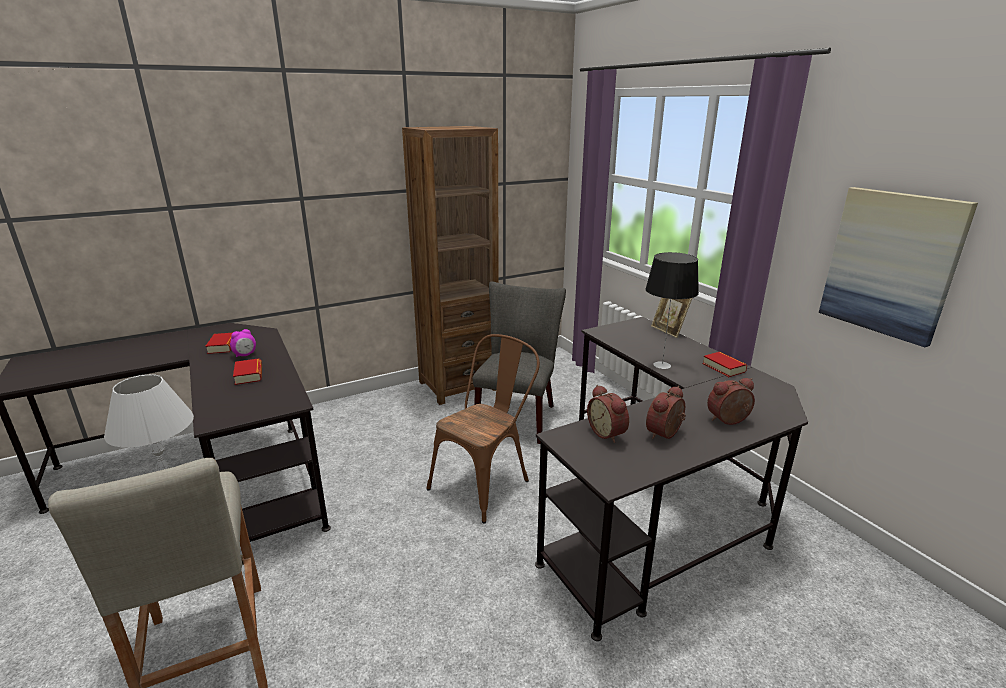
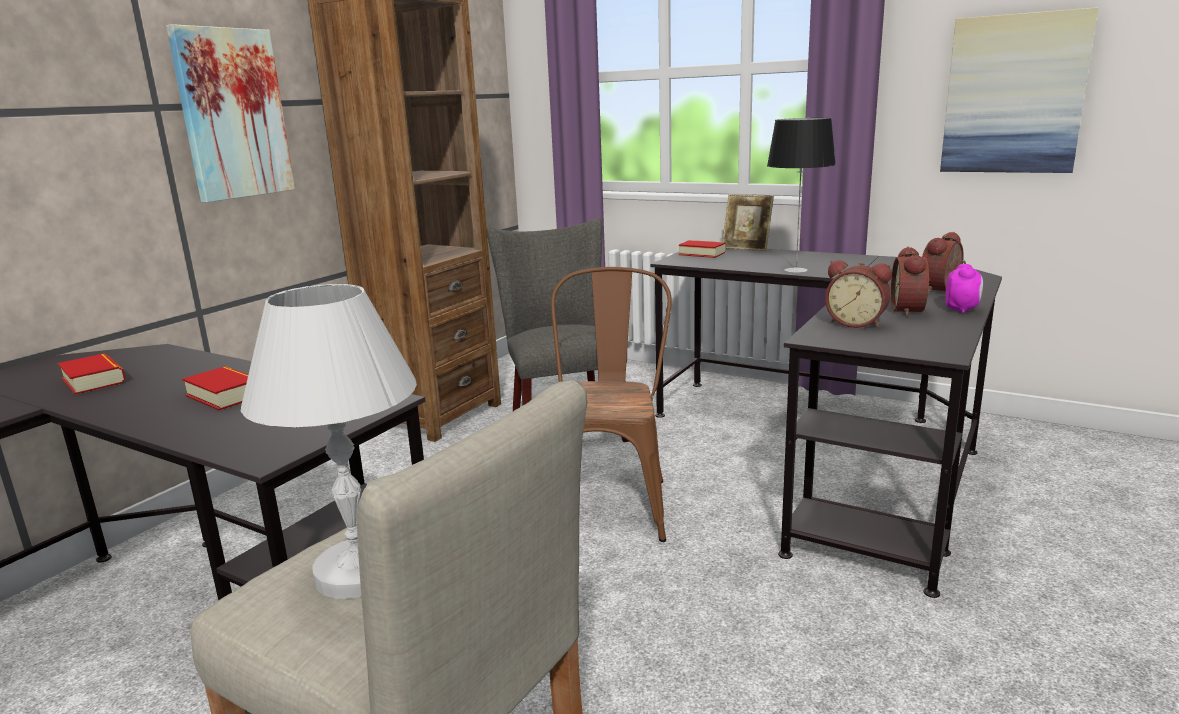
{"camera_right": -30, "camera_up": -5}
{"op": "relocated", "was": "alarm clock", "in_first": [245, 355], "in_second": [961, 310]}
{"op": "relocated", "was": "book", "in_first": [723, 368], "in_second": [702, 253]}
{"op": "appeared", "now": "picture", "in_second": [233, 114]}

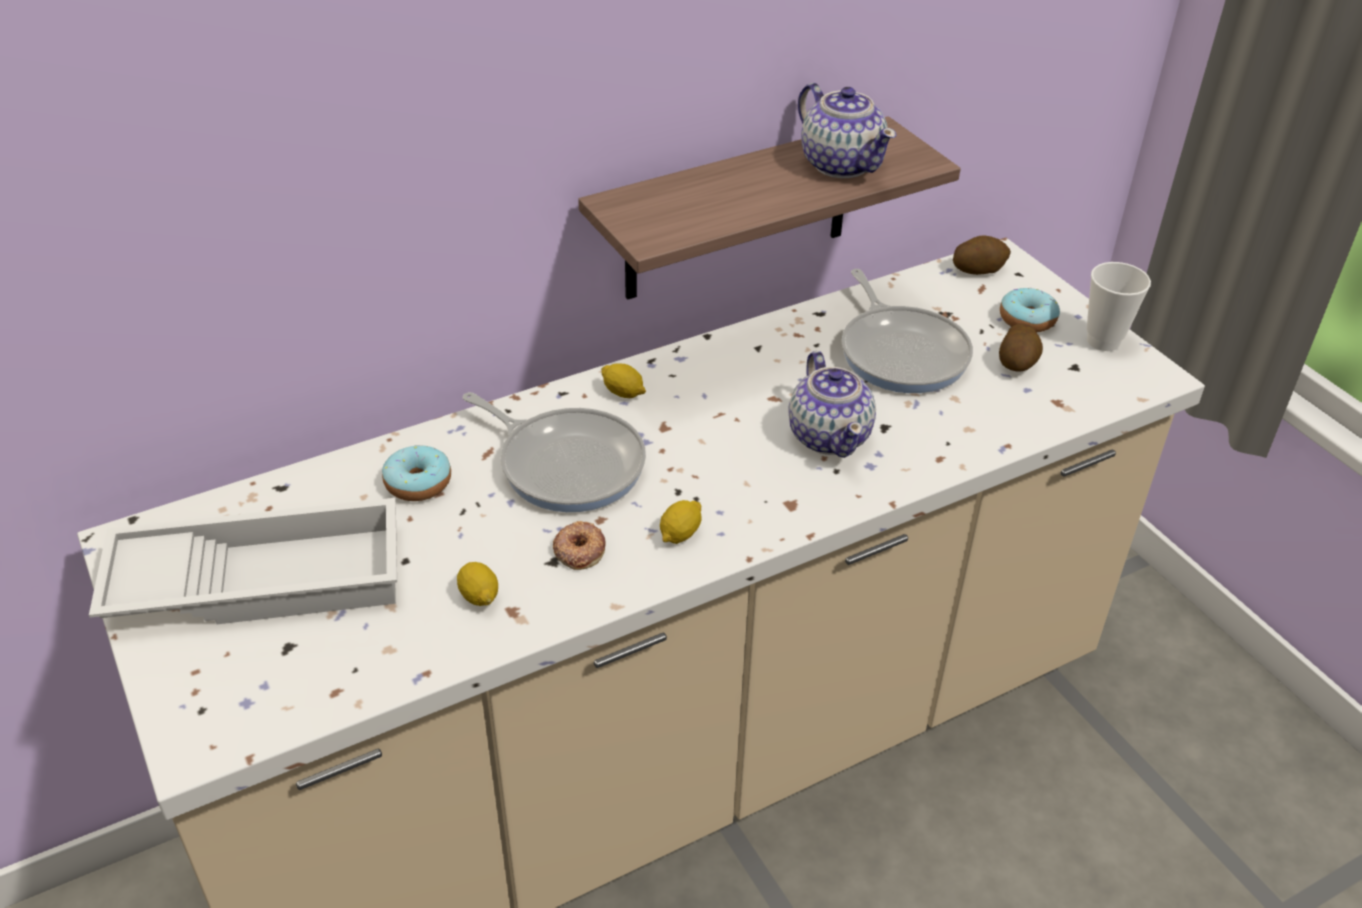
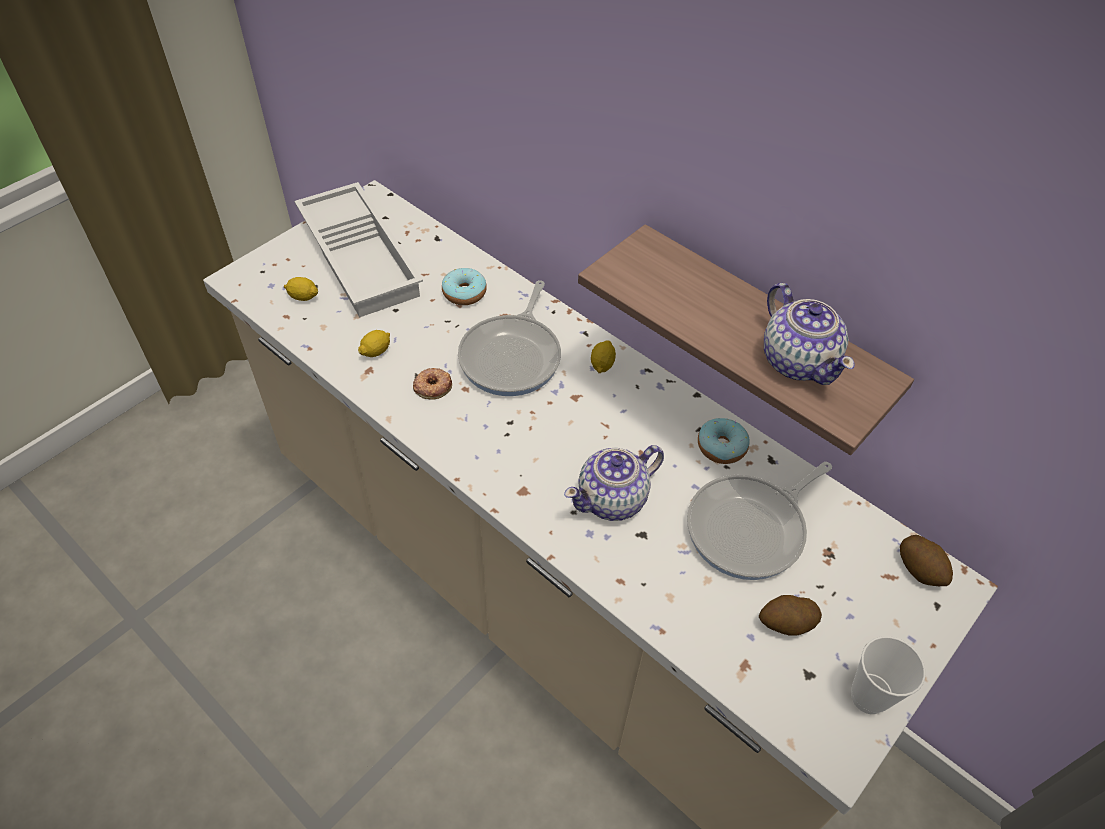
{"camera_right": 70, "camera_up": 10}
{"op": "spun", "was": "teapot", "in_first": [841, 164], "in_second": [798, 360], "clockwise": -60}
{"op": "relocated", "was": "donut", "in_first": [1027, 319], "in_second": [721, 447]}
{"op": "relocated", "was": "lemon", "in_first": [680, 534], "in_second": [303, 297]}

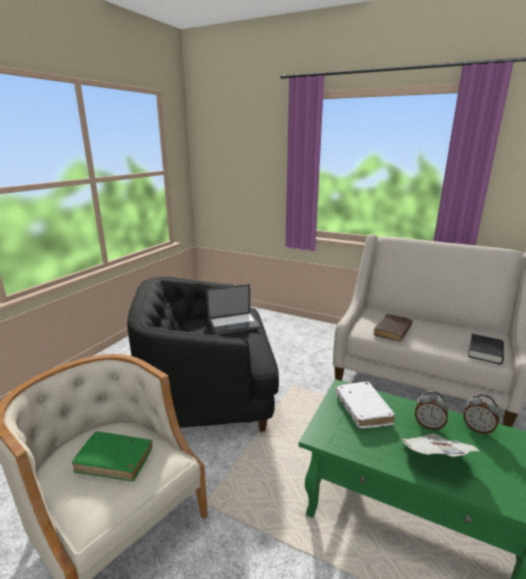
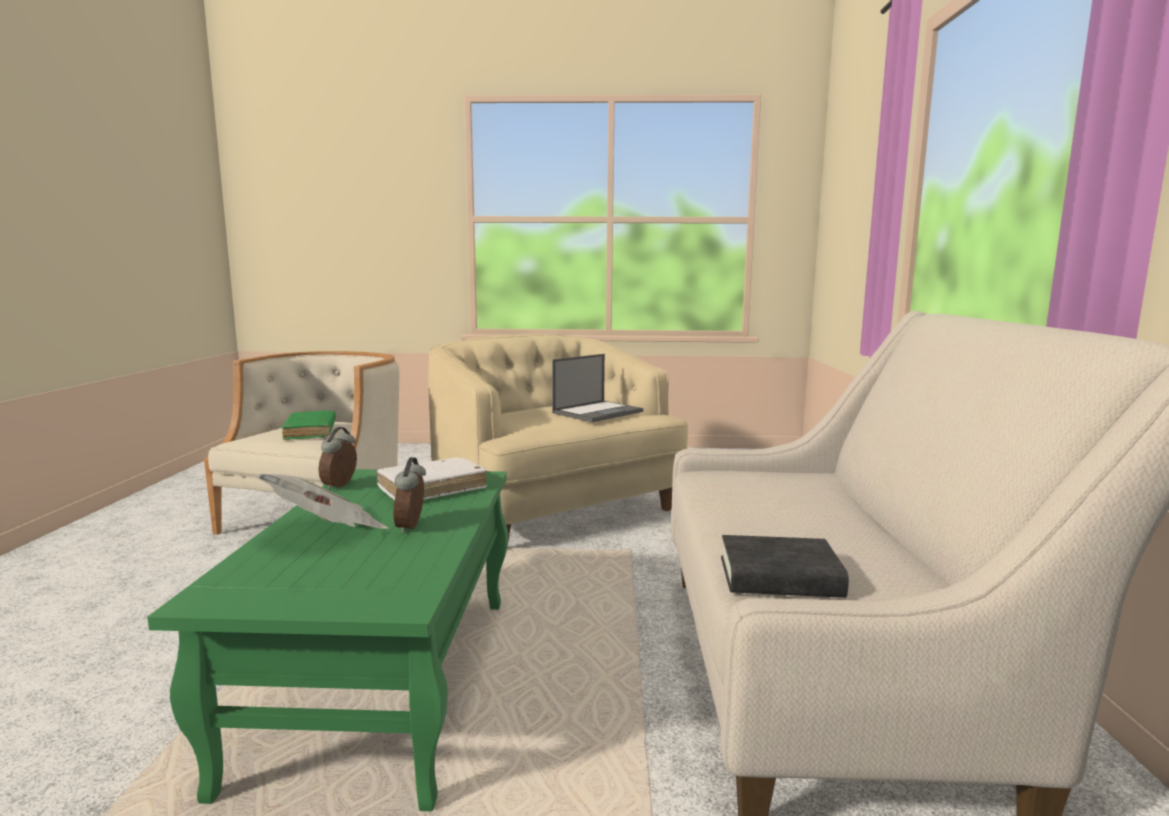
{"camera_right": 65, "camera_up": -10}
{"op": "colour", "was": "black armchair", "now": "beige armchair", "in_first": [209, 393], "in_second": [552, 507]}
{"op": "spun", "was": "laptop", "in_first": [234, 323], "in_second": [598, 412], "clockwise": -90}
{"op": "missing", "was": "brown book", "in_first": [392, 331]}
{"op": "relocated", "was": "alarm clock", "in_first": [478, 429], "in_second": [341, 486]}

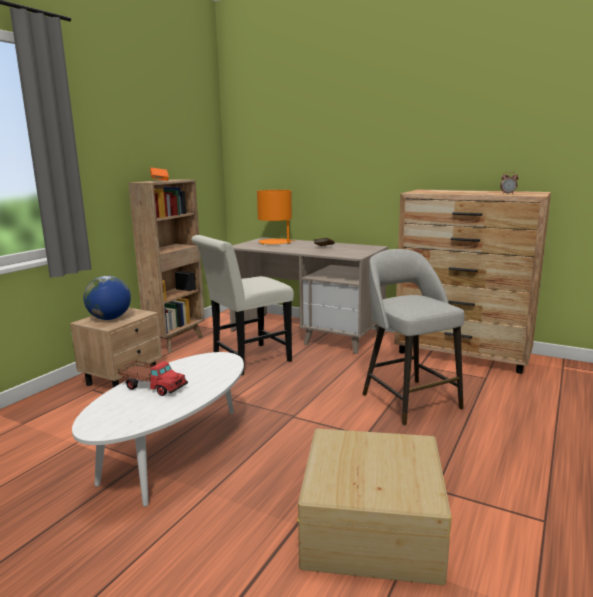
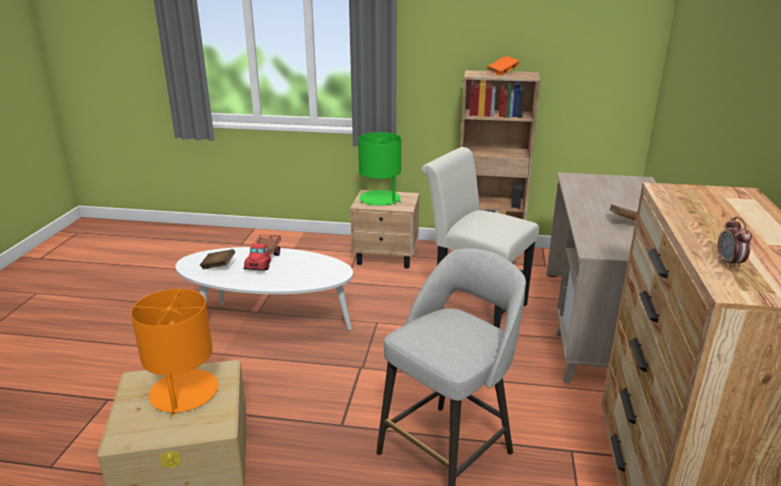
{"camera_right": 70, "camera_up": 10}
{"op": "relocated", "was": "orange table lamp", "in_first": [275, 242], "in_second": [184, 393]}
{"op": "exchanged", "was": "globe", "now": "green table lamp", "in_first": [110, 318], "in_second": [380, 199]}
{"op": "appeared", "now": "brown book", "in_second": [218, 266]}

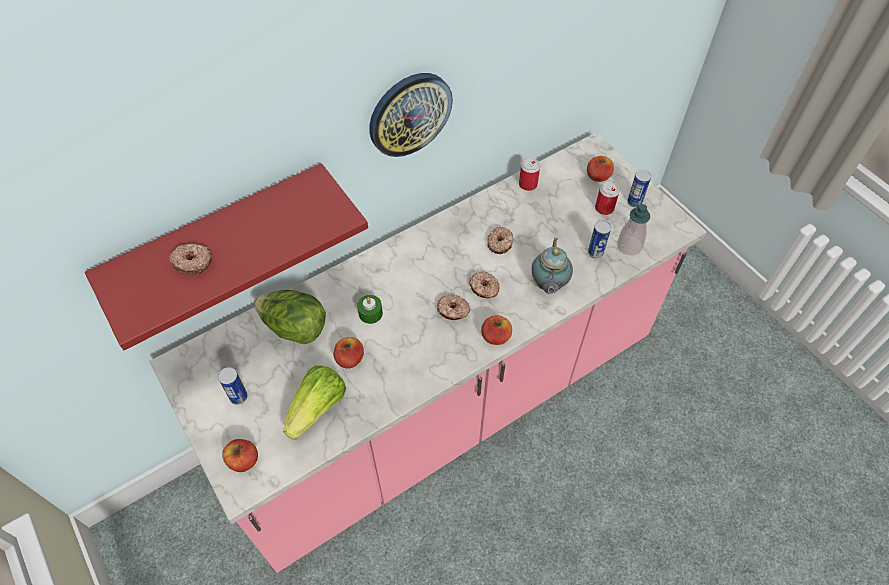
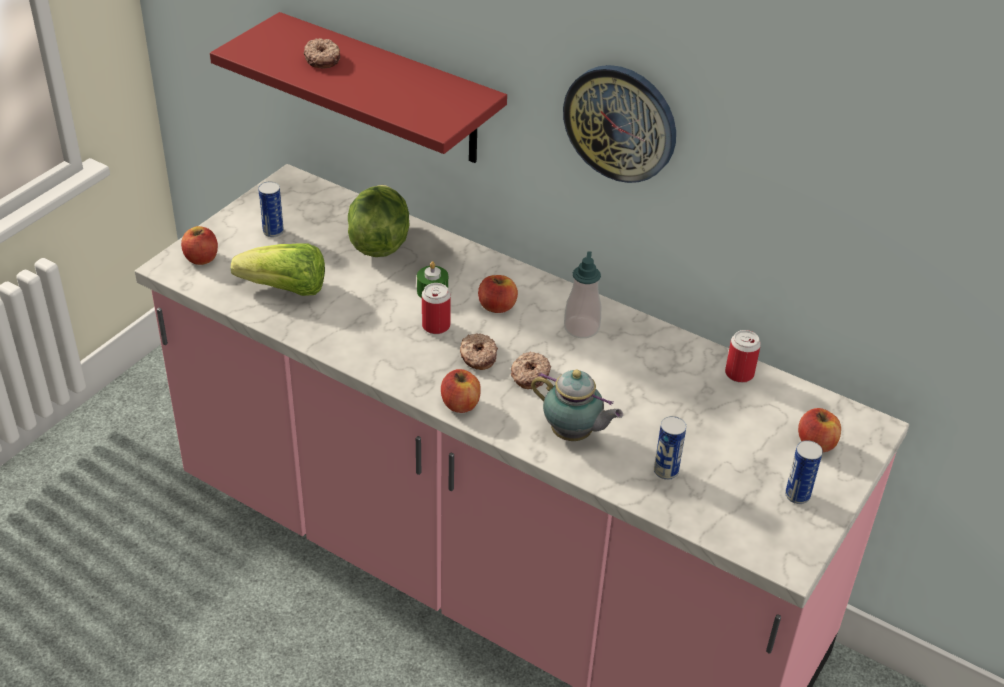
{"camera_right": 65, "camera_up": -15}
{"op": "relocated", "was": "can", "in_first": [604, 208], "in_second": [436, 326]}
{"op": "relocated", "was": "soap dispenser", "in_first": [629, 246], "in_second": [581, 328]}
{"op": "missing", "was": "donut", "in_first": [500, 243]}
{"op": "spun", "was": "teapot", "in_first": [548, 285], "in_second": [573, 435], "clockwise": -135}
{"op": "relocated", "was": "apple", "in_first": [349, 359], "in_second": [497, 306]}

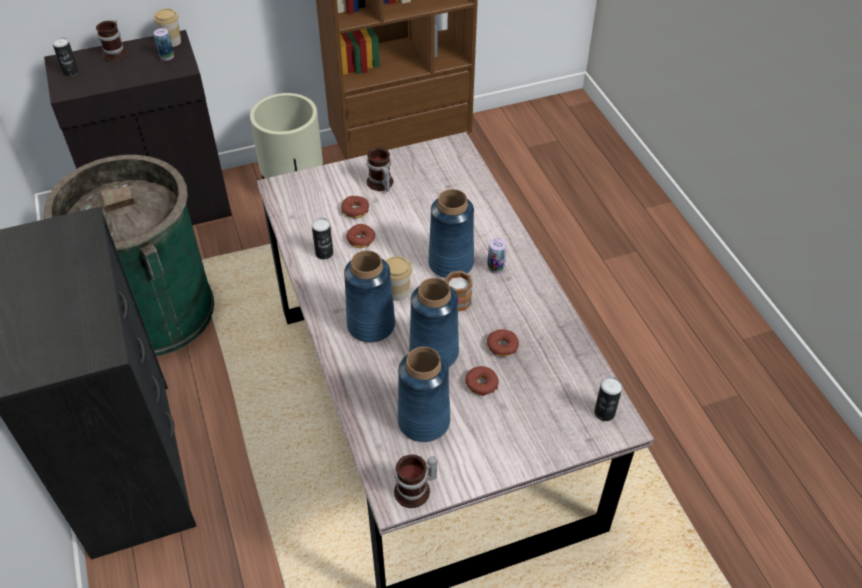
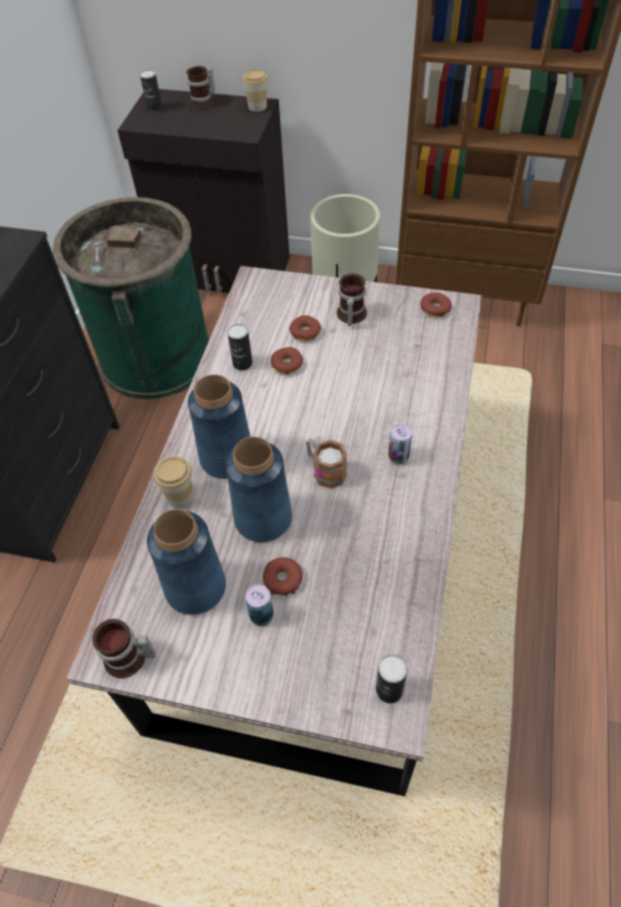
{"camera_right": 35, "camera_up": 5}
{"op": "relocated", "was": "can", "in_first": [167, 56], "in_second": [261, 616]}
{"op": "missing", "was": "blue vase", "in_first": [450, 263]}
{"op": "relocated", "was": "cup", "in_first": [397, 292], "in_second": [180, 496]}
{"op": "relocated", "was": "donut", "in_first": [502, 346], "in_second": [435, 309]}

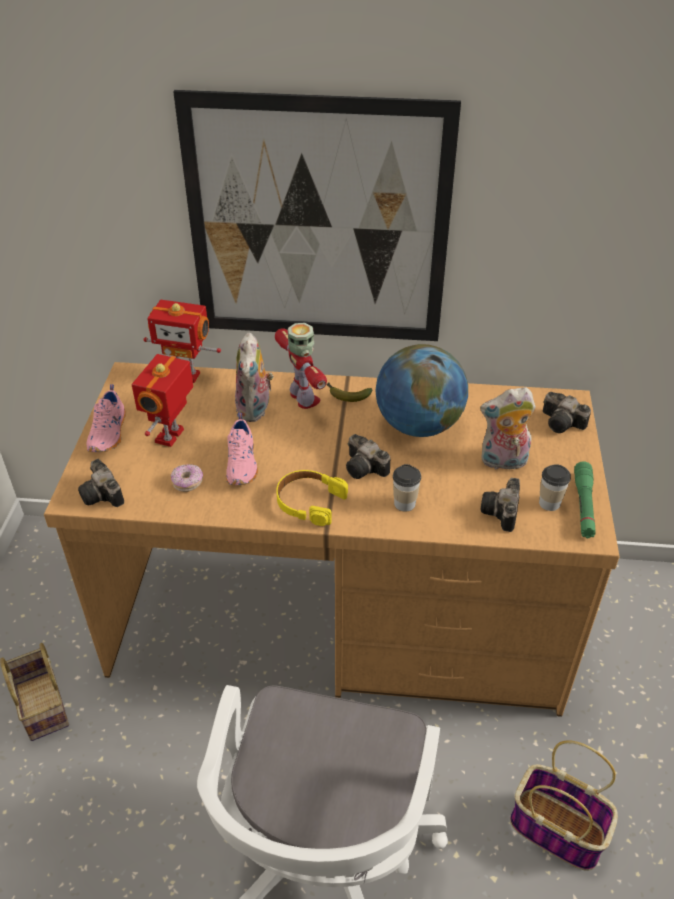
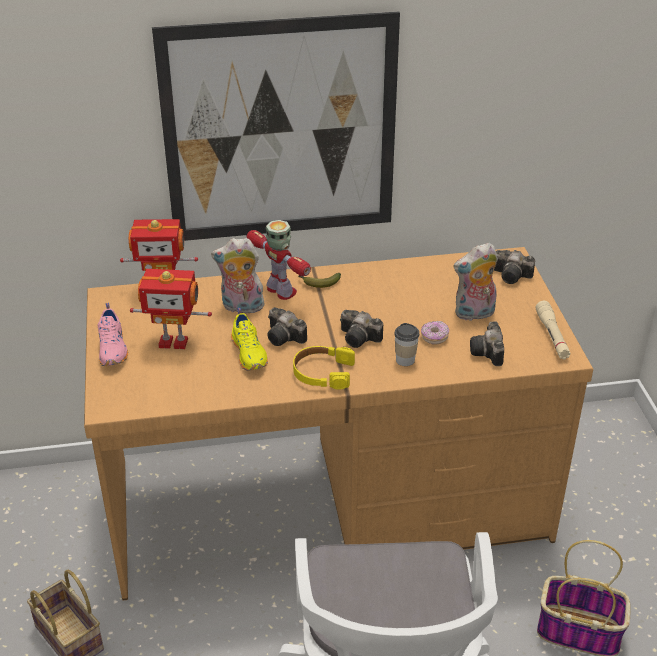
{"camera_right": -15, "camera_up": -5}
{"op": "spun", "was": "plush toy", "in_first": [255, 409], "in_second": [241, 307], "clockwise": 105}
{"op": "missing", "was": "globe", "in_first": [418, 425]}
{"op": "spun", "was": "toy robot", "in_first": [171, 436], "in_second": [173, 341], "clockwise": -90}
{"op": "colour", "was": "pink shoe", "now": "yellow shoe", "in_first": [242, 464], "in_second": [250, 353]}
{"op": "relocated", "was": "photo camera", "in_first": [104, 496], "in_second": [286, 338]}
{"op": "colour", "was": "green flashlight", "now": "beige flashlight", "in_first": [583, 505], "in_second": [552, 336]}
{"op": "relocated", "was": "donut", "in_first": [187, 483], "in_second": [434, 337]}
{"op": "missing", "was": "cup", "in_first": [549, 503]}

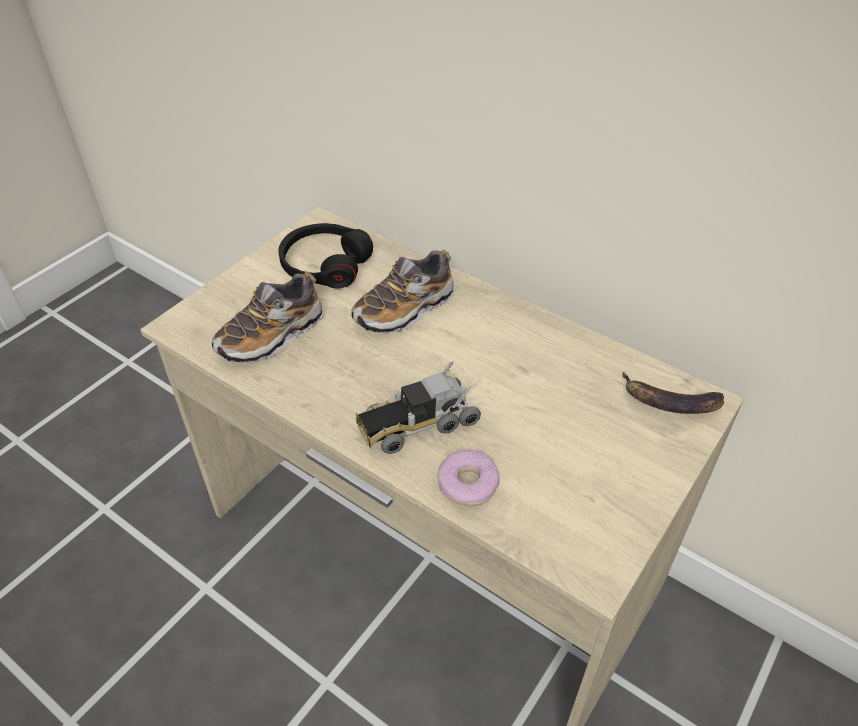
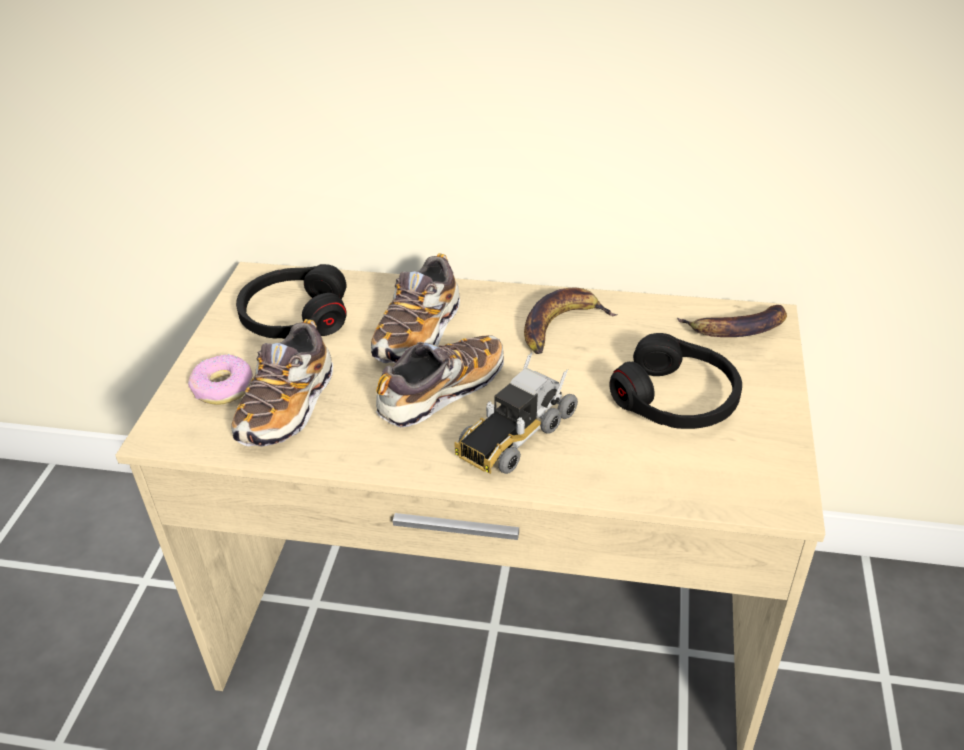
{"camera_right": -25, "camera_up": -5}
{"op": "relocated", "was": "donut", "in_first": [467, 484], "in_second": [222, 388]}
{"op": "appeared", "now": "banana", "in_second": [561, 326]}
{"op": "appeared", "now": "black headphones", "in_second": [676, 399]}
{"op": "appeared", "now": "shoe", "in_second": [441, 392]}

